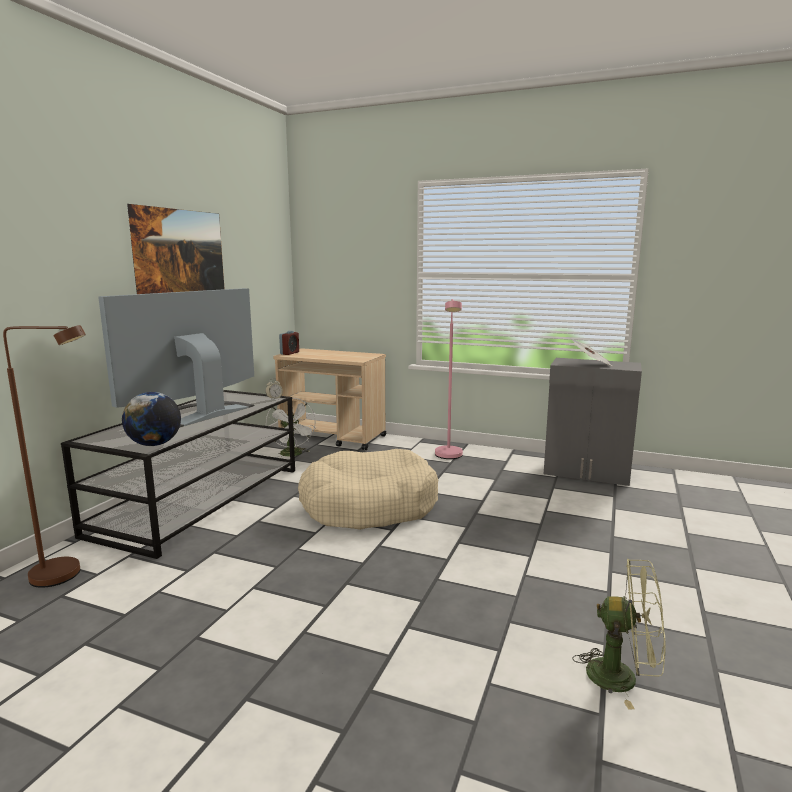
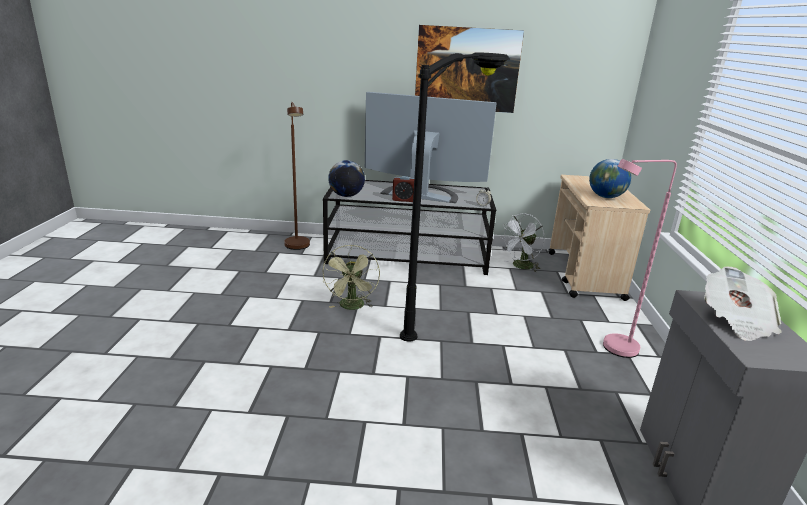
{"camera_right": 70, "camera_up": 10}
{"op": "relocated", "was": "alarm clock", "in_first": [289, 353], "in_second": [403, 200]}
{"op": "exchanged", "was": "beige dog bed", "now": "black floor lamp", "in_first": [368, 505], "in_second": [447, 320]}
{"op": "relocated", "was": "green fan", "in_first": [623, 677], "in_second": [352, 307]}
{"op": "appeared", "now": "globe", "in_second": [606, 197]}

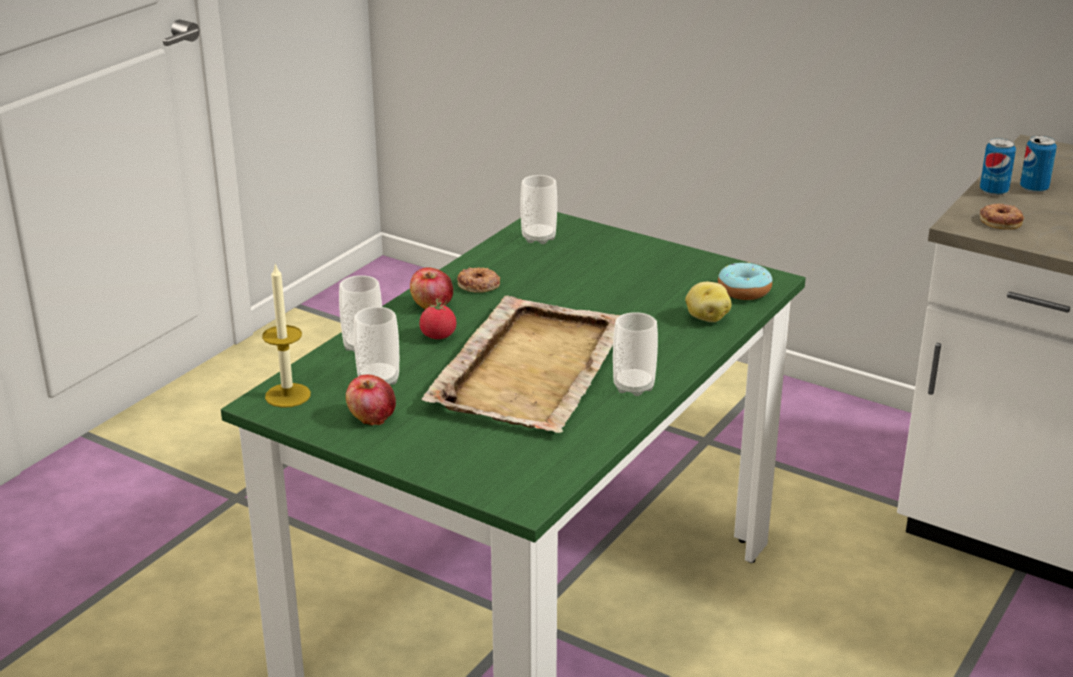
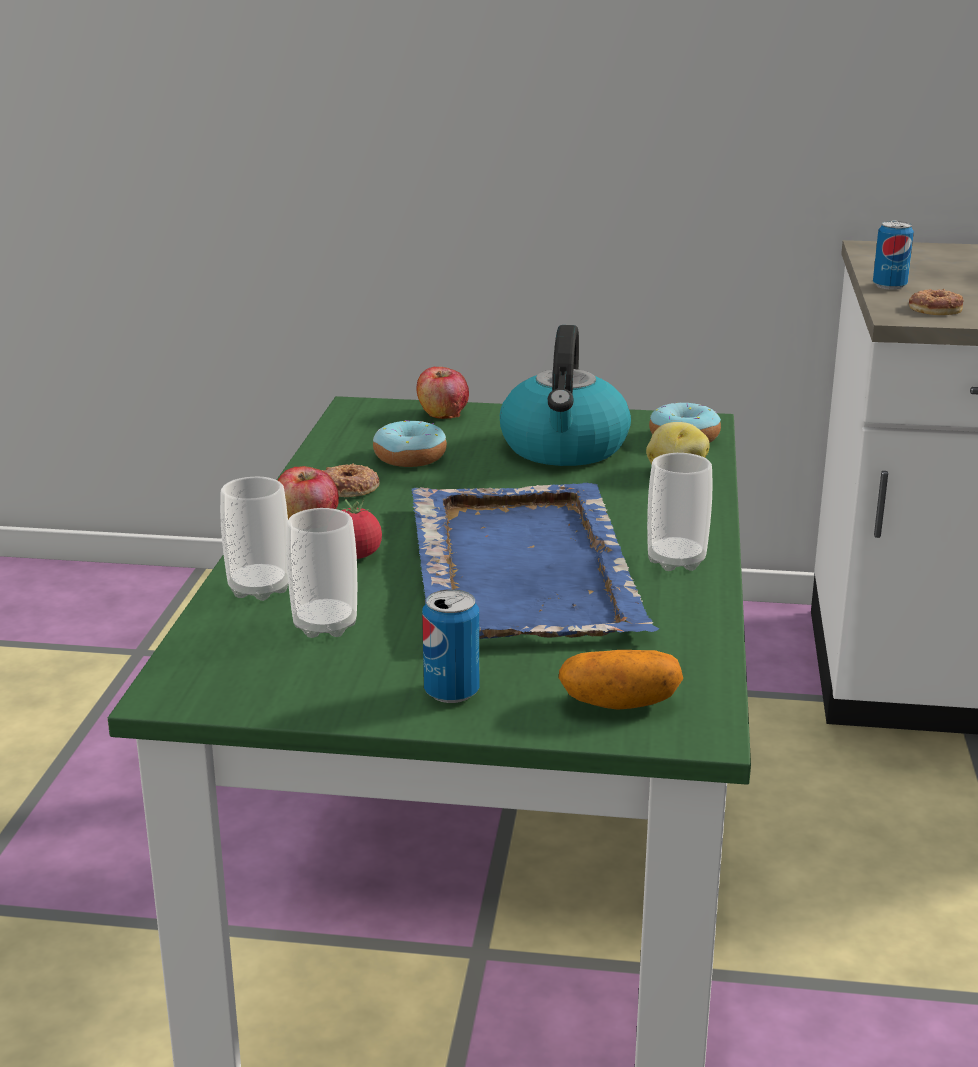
{"camera_right": -25, "camera_up": -5}
{"op": "relocated", "was": "can", "in_first": [1034, 188], "in_second": [451, 692]}
{"op": "missing", "was": "cup", "in_first": [538, 238]}
{"op": "missing", "was": "candle", "in_first": [288, 395]}
{"op": "colour", "was": "beige tray", "now": "blue tray", "in_first": [531, 368], "in_second": [522, 566]}
{"op": "relocated", "was": "apple", "in_first": [371, 417], "in_second": [442, 414]}
{"op": "appeared", "now": "kettle", "in_second": [564, 449]}
{"op": "appeared", "now": "donut", "in_second": [410, 457]}
{"op": "appeared", "now": "potato", "in_second": [619, 703]}

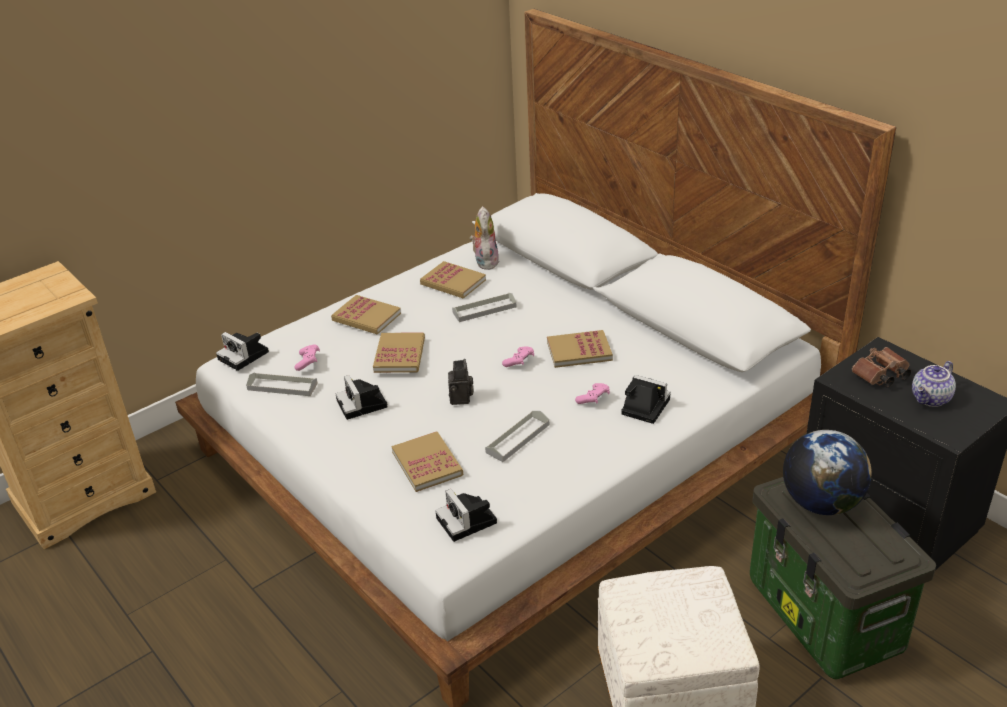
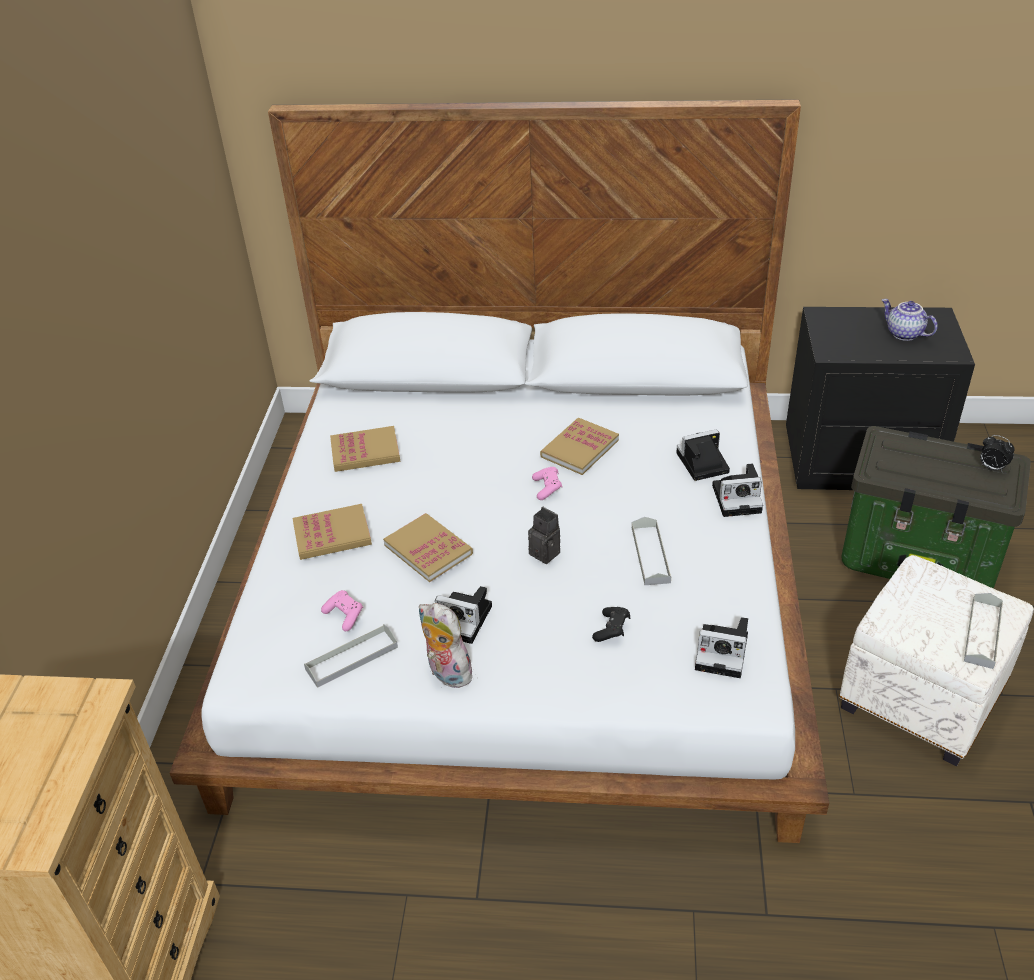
{"camera_right": -45, "camera_up": 5}
{"op": "relocated", "was": "plush toy", "in_first": [485, 261], "in_second": [446, 673]}
{"op": "relocated", "was": "grey tray", "in_first": [484, 309], "in_second": [982, 633]}
{"op": "relocated", "was": "photo camera", "in_first": [245, 356], "in_second": [738, 498]}
{"op": "missing", "was": "brown binoculars", "in_first": [880, 377]}
{"op": "spun", "was": "teapot", "in_first": [931, 399], "in_second": [903, 334], "clockwise": 135}
{"op": "missing", "was": "pink game controller", "in_first": [593, 399]}
{"op": "missing", "was": "globe", "in_first": [821, 503]}
{"op": "exchanged", "was": "book", "now": "black game controller", "in_first": [427, 464], "in_second": [612, 630]}
{"op": "appeared", "now": "alarm clock", "in_second": [991, 468]}

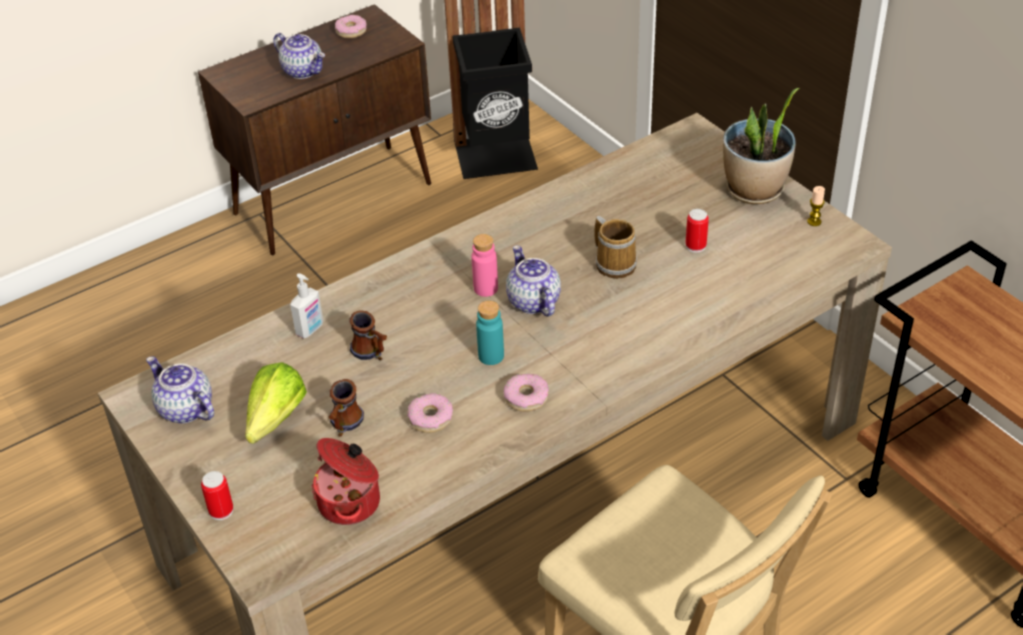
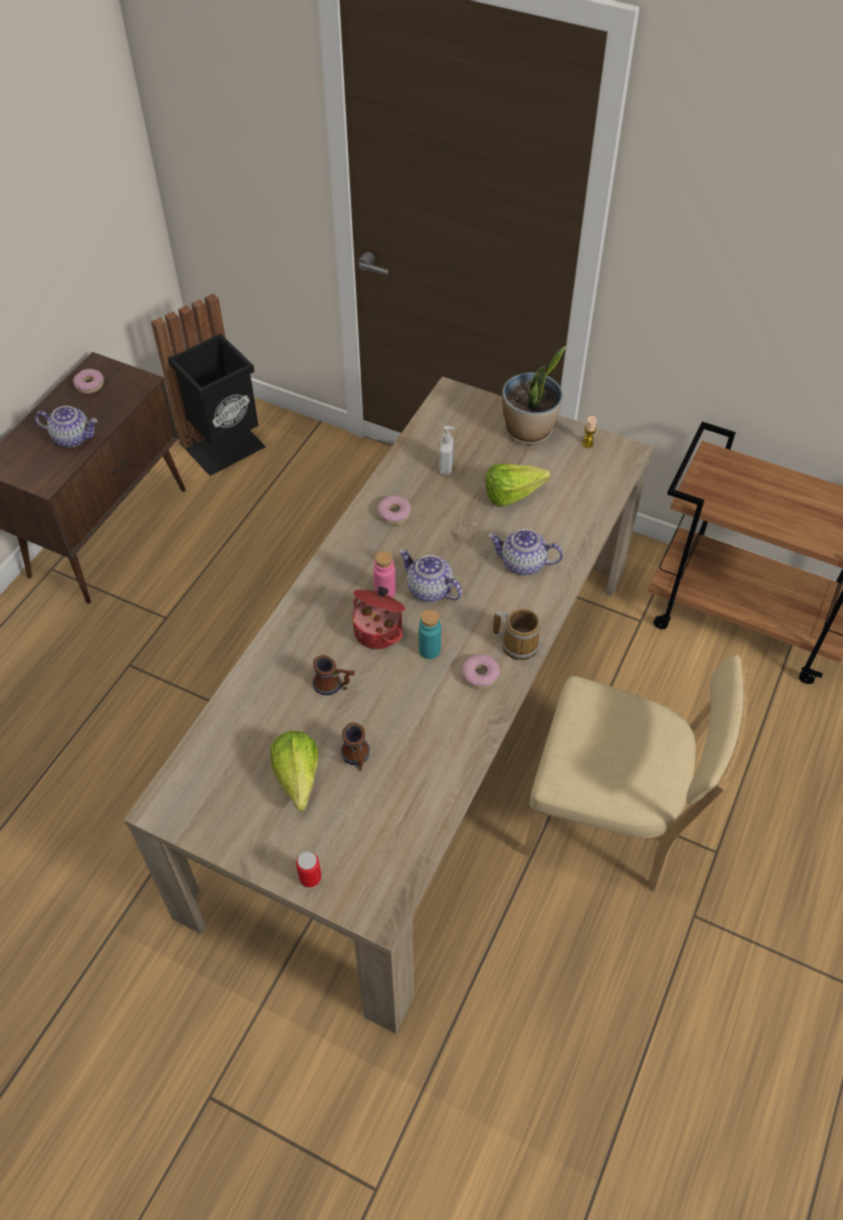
{"camera_right": -30, "camera_up": 10}
{"op": "exchanged", "was": "can", "now": "lettuce", "in_first": [695, 246], "in_second": [517, 495]}
{"op": "relocated", "was": "mug", "in_first": [615, 263], "in_second": [518, 643]}
{"op": "relocated", "was": "soap dispenser", "in_first": [310, 329], "in_second": [446, 467]}
{"op": "relocated", "was": "teapot", "in_first": [184, 409], "in_second": [522, 563]}
{"op": "relocated", "was": "donut", "in_first": [430, 418], "in_second": [394, 514]}
{"op": "relocated", "was": "cooking pot", "in_first": [351, 502], "in_second": [379, 630]}

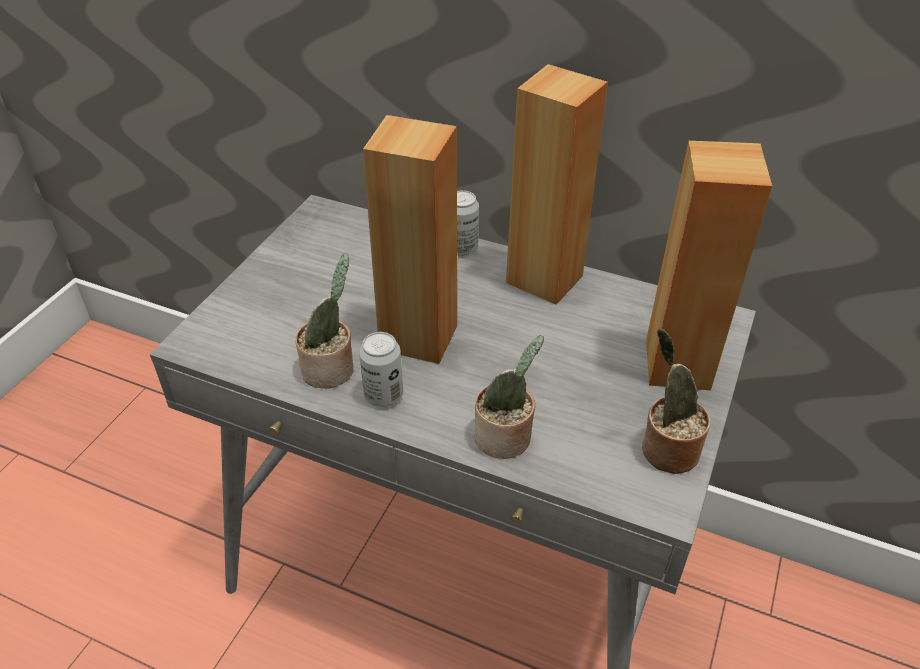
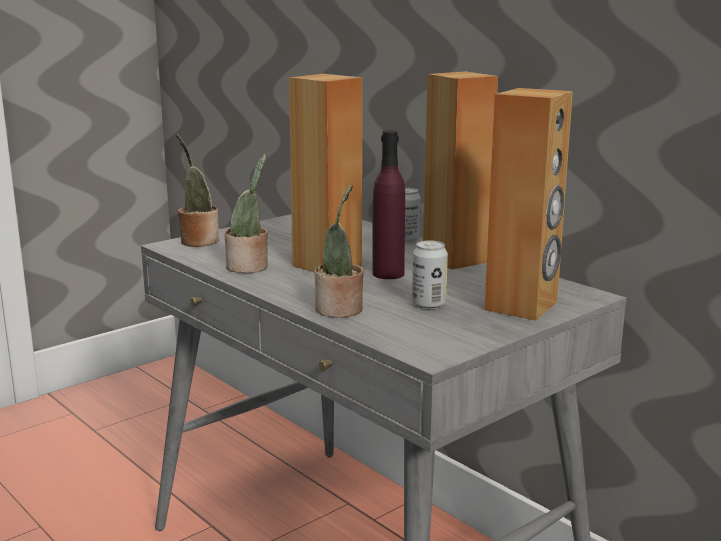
{"camera_right": 25, "camera_up": -25}
{"op": "relocated", "was": "potted plant", "in_first": [665, 449], "in_second": [198, 241]}
{"op": "relocated", "was": "can", "in_first": [383, 395], "in_second": [429, 304]}
{"op": "appeared", "now": "purple bottle", "in_second": [388, 274]}

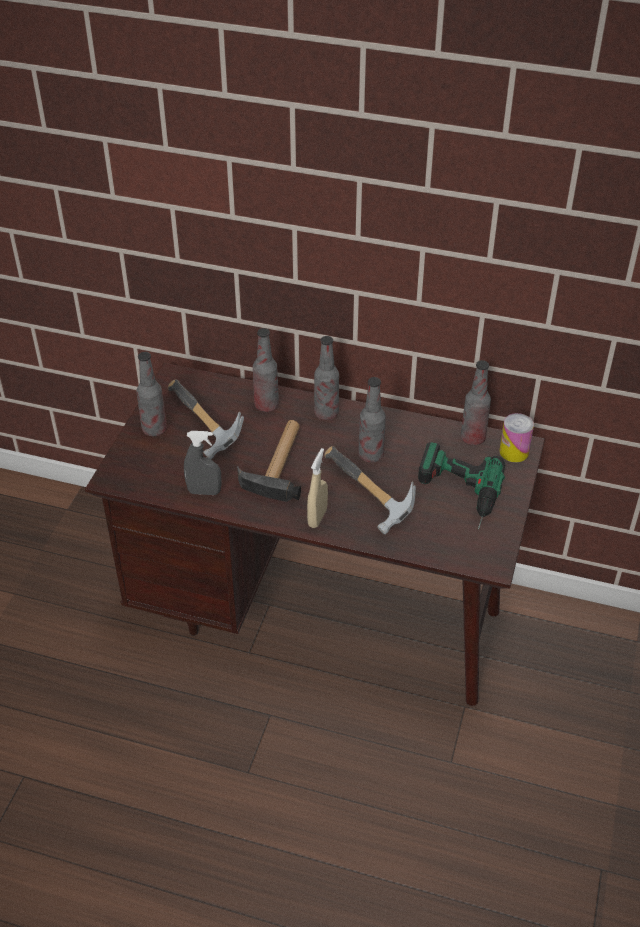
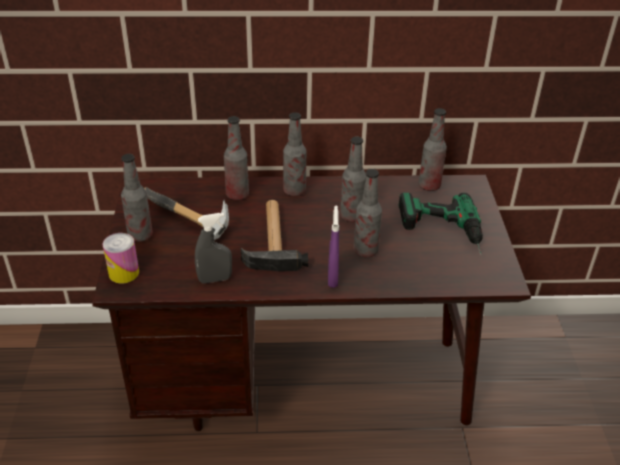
{"camera_right": -20, "camera_up": -5}
{"op": "relocated", "was": "can", "in_first": [514, 452], "in_second": [124, 273]}
{"op": "exchanged", "was": "hammer", "now": "bottle", "in_first": [365, 496], "in_second": [365, 251]}
{"op": "colour", "was": "beige spray bottle", "now": "purple spray bottle", "in_first": [317, 517], "in_second": [332, 278]}

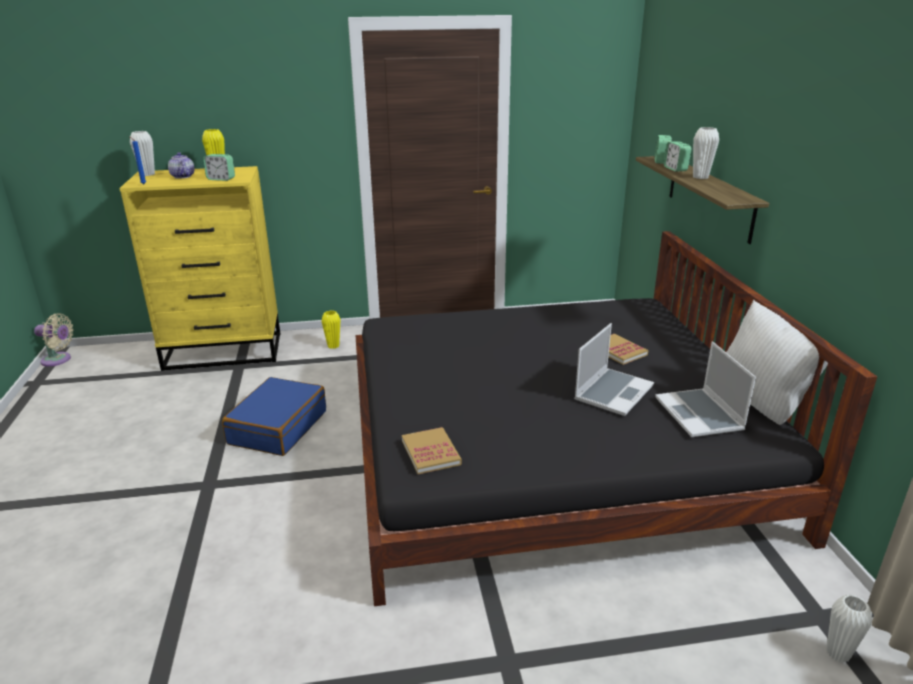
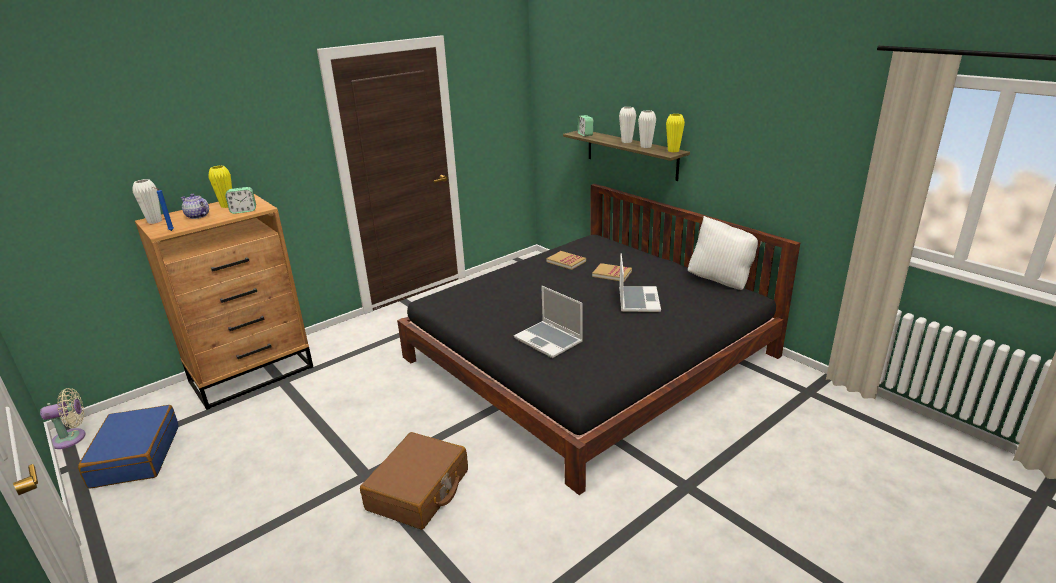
{"camera_right": -30, "camera_up": 0}
{"op": "missing", "was": "alarm clock", "in_first": [675, 169]}
{"op": "colour", "was": "yellow dresser", "now": "brown dresser", "in_first": [225, 351], "in_second": [253, 374]}
{"op": "relocated", "was": "yellow vase", "in_first": [333, 346], "in_second": [673, 151]}
{"op": "relocated", "was": "laptop", "in_first": [700, 415], "in_second": [549, 340]}
{"op": "relocated", "was": "blue suitcase", "in_first": [277, 427], "in_second": [135, 456]}
{"op": "relocated", "was": "book", "in_first": [431, 452], "in_second": [566, 261]}
{"op": "relocated", "was": "white vase", "in_first": [838, 653], "in_second": [646, 146]}
{"op": "appeared", "now": "brown suitcase", "in_second": [418, 490]}

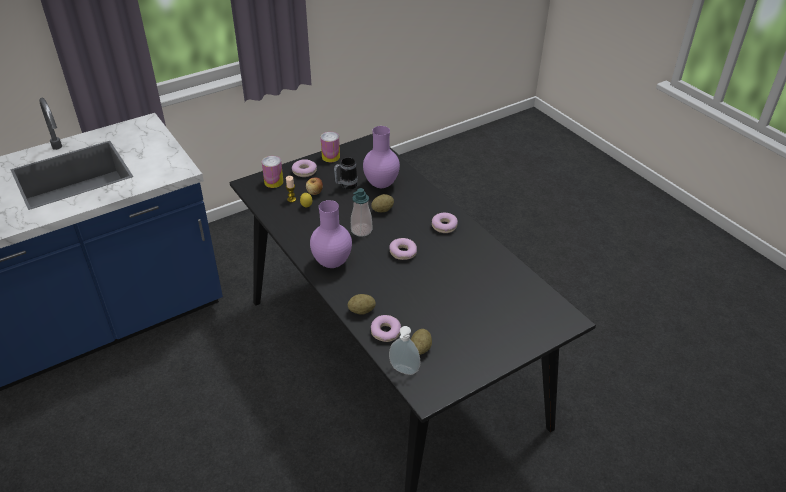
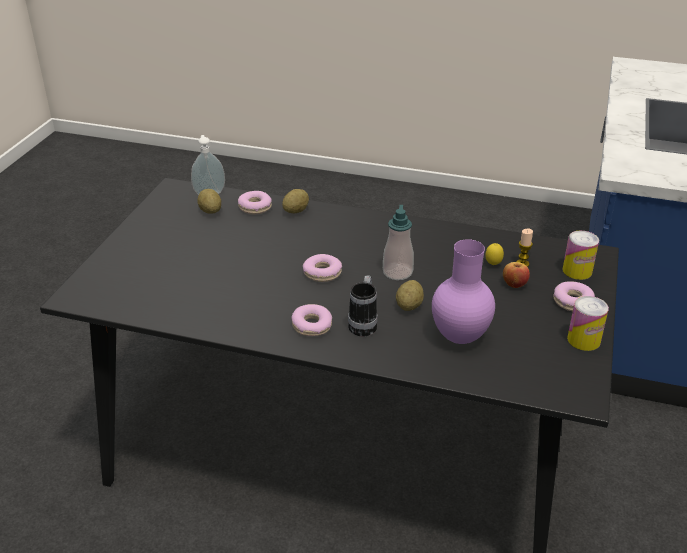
{"camera_right": 140, "camera_up": -5}
{"op": "relocated", "was": "mug", "in_first": [345, 186], "in_second": [364, 324]}
{"op": "missing", "was": "purple vase", "in_first": [331, 264]}

